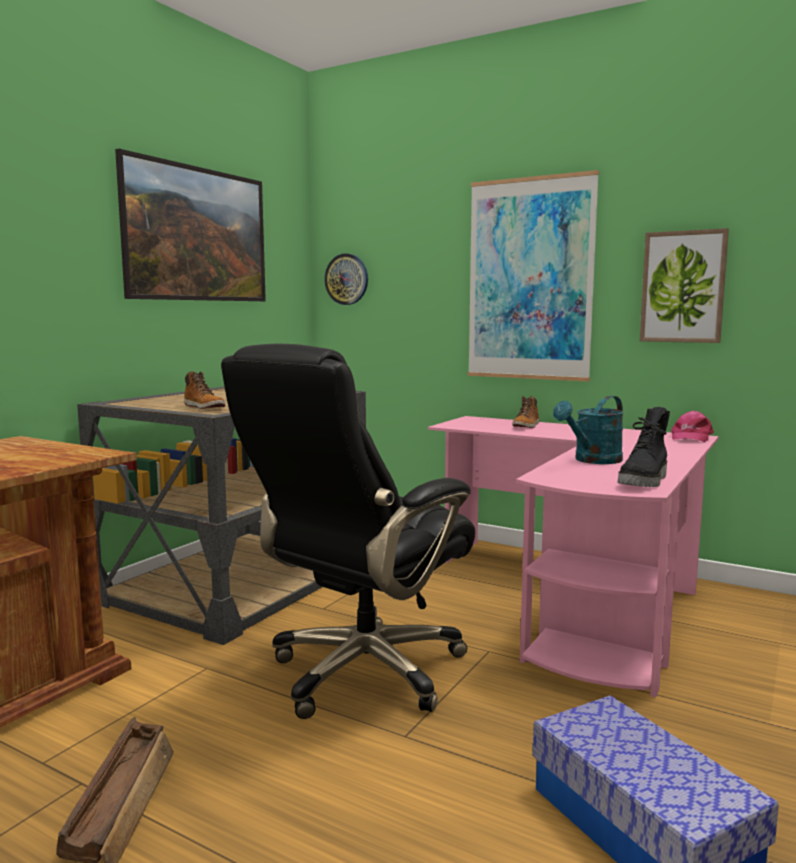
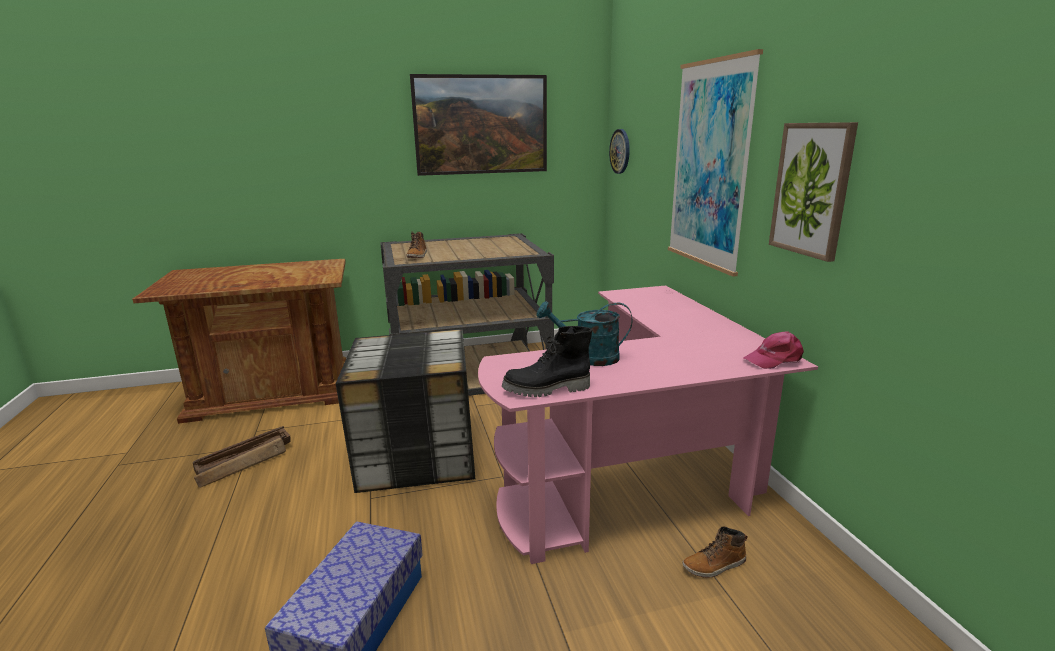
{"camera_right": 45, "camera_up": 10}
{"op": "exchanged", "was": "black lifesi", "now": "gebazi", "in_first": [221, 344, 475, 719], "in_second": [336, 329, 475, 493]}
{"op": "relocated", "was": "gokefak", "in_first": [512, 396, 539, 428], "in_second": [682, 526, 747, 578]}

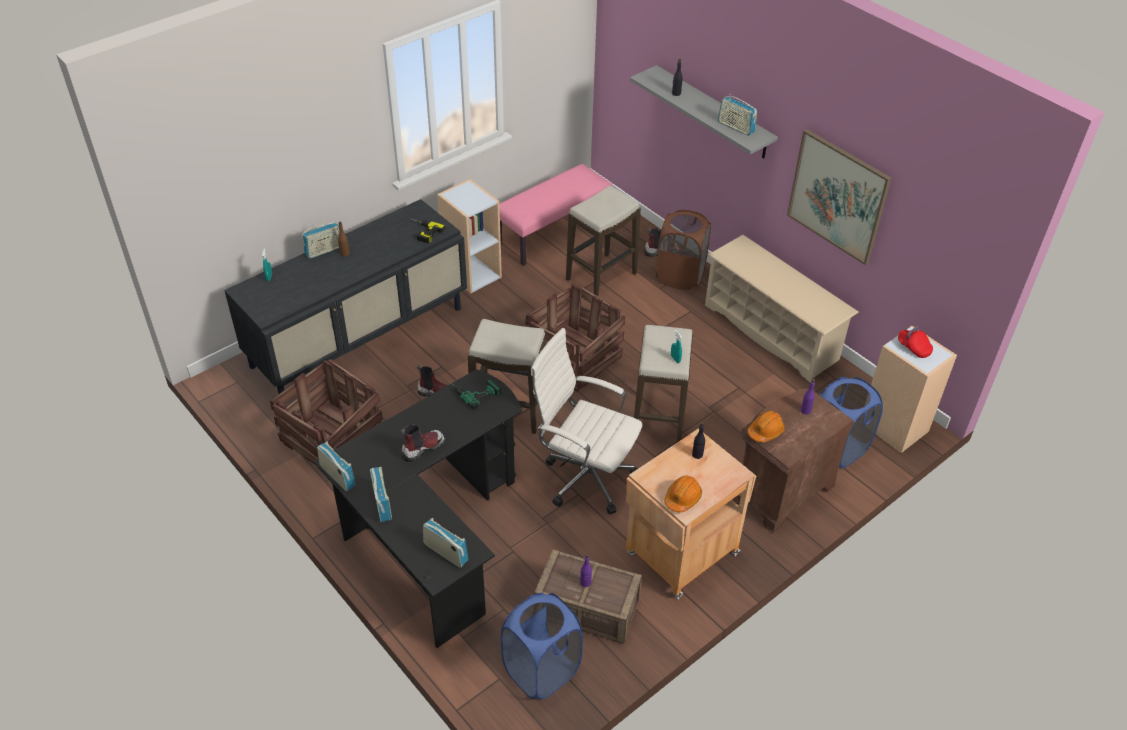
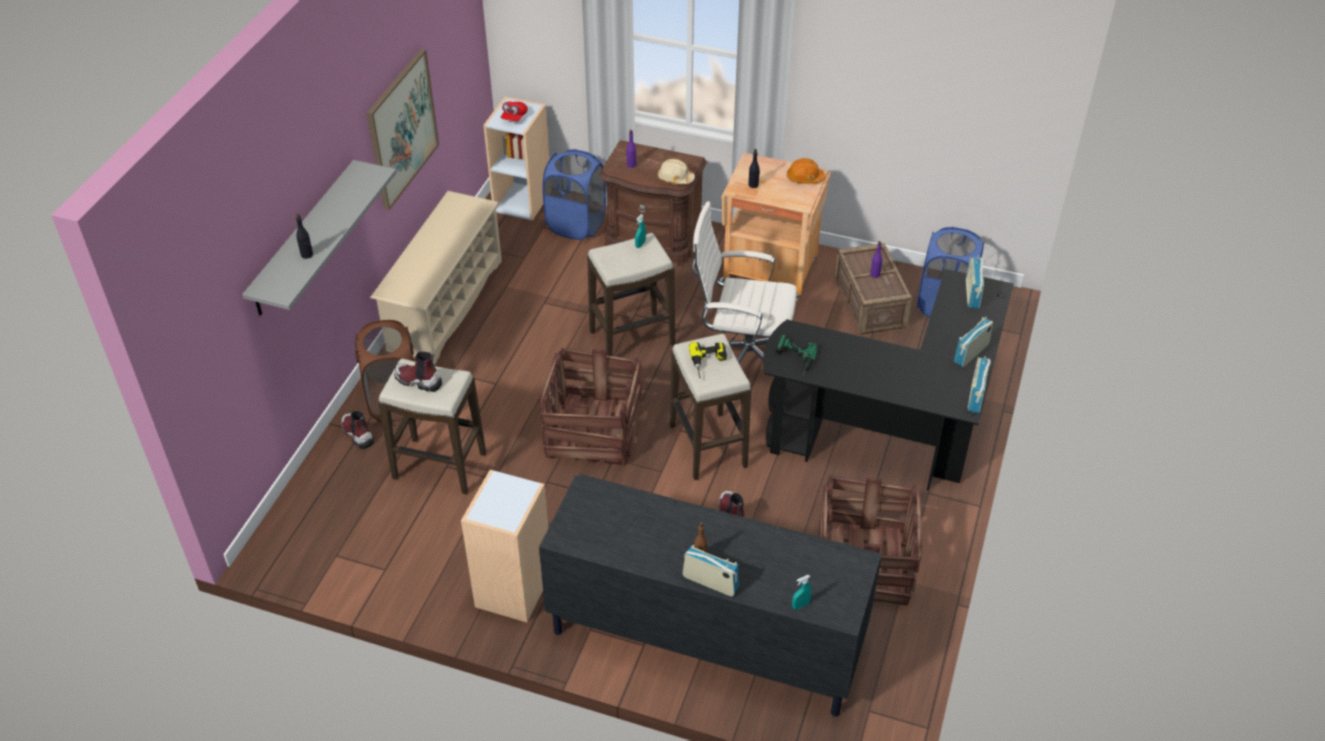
{"camera_right": -120, "camera_up": 0}
{"op": "relocated", "was": "gokefak", "in_first": [401, 424, 445, 462], "in_second": [394, 352, 442, 392]}
{"op": "relocated", "was": "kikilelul", "in_first": [411, 219, 446, 244], "in_second": [689, 342, 727, 378]}
{"op": "missing", "was": "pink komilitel", "in_first": [499, 164, 613, 266]}
{"op": "spun", "was": "white lifesi", "in_first": [531, 328, 642, 515], "in_second": [692, 201, 797, 364], "clockwise": 105}
{"op": "missing", "was": "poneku", "in_first": [718, 94, 757, 136]}
{"op": "colour", "was": "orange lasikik", "now": "beige lasikik", "in_first": [748, 411, 785, 442], "in_second": [658, 159, 695, 184]}

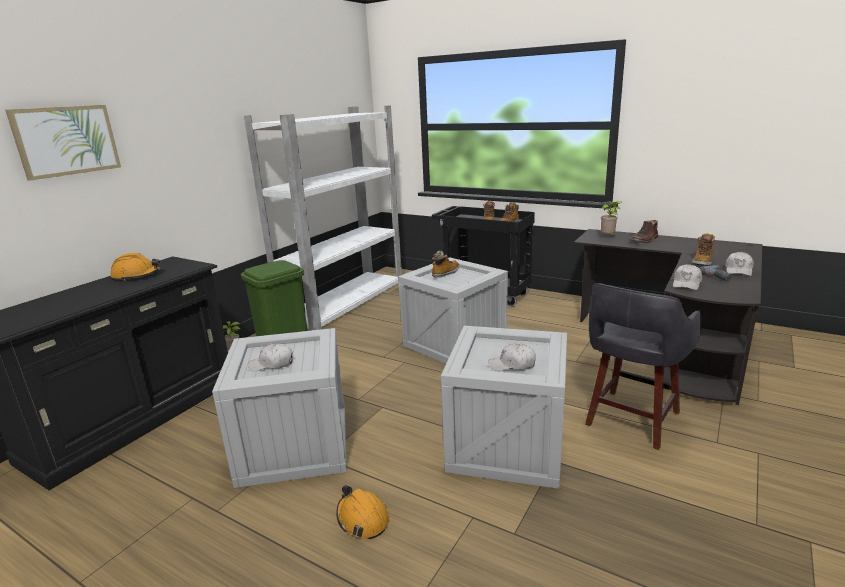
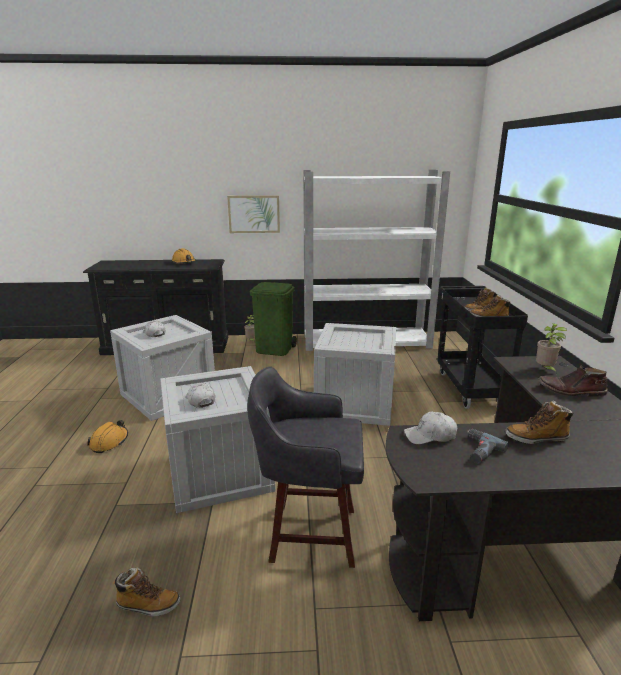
{"camera_right": 55, "camera_up": 0}
{"op": "relocated", "was": "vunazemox", "in_first": [5, 105, 121, 181], "in_second": [227, 195, 280, 233]}
{"op": "relocated", "was": "gokefak", "in_first": [432, 251, 459, 278], "in_second": [113, 568, 180, 616]}
{"op": "missing", "was": "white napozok", "in_first": [725, 252, 754, 276]}

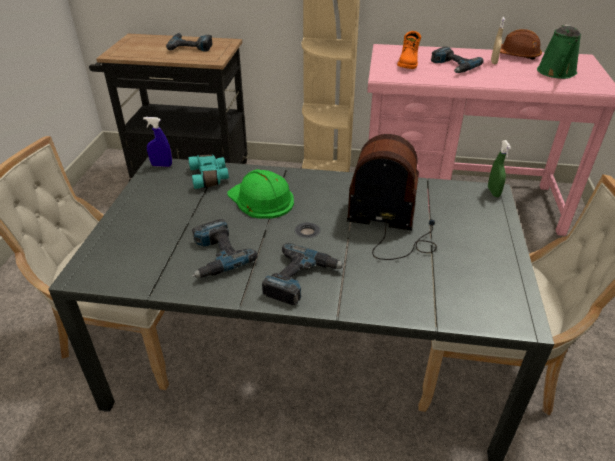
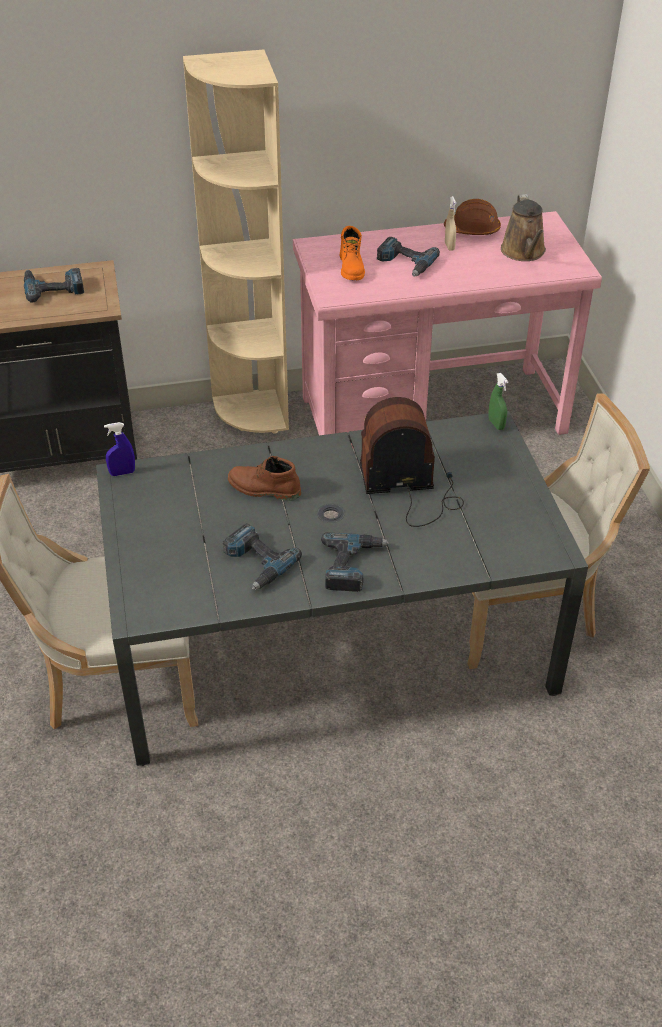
{"camera_right": -20, "camera_up": 5}
{"op": "missing", "was": "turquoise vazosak", "in_first": [188, 155, 229, 189]}
{"op": "exchanged", "was": "green lasikik", "now": "brown gokefak", "in_first": [227, 169, 294, 218], "in_second": [228, 456, 301, 501]}
{"op": "colour", "was": "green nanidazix", "now": "brown nanidazix", "in_first": [537, 25, 581, 79], "in_second": [501, 194, 546, 261]}

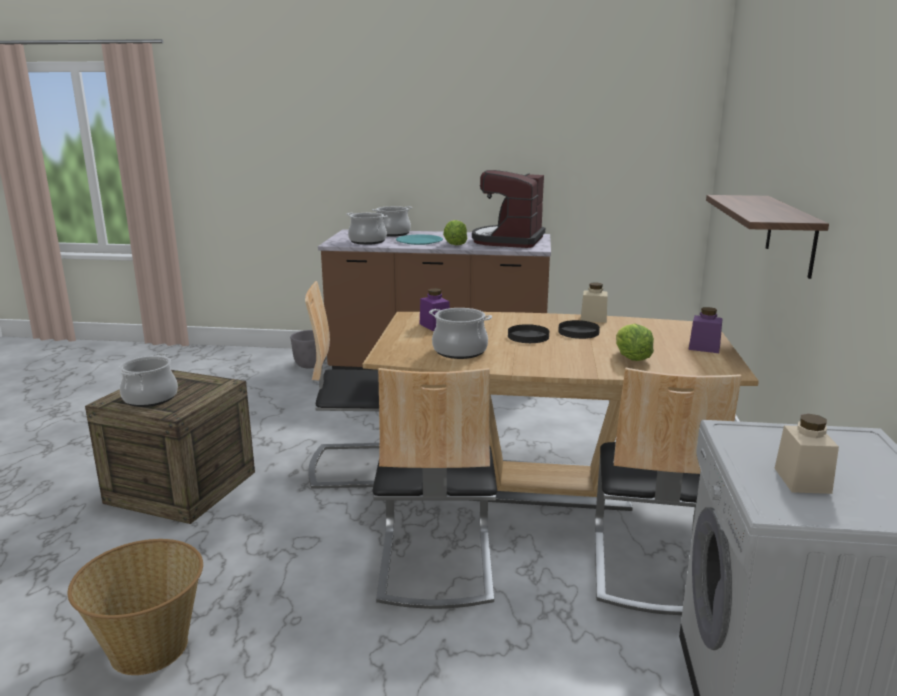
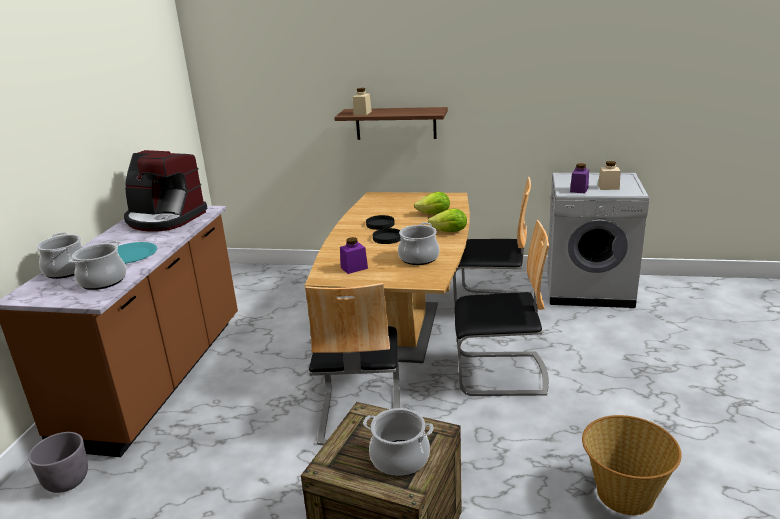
{"camera_right": -85, "camera_up": 5}
{"op": "relocated", "was": "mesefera", "in_first": [443, 220, 468, 245], "in_second": [428, 209, 467, 232]}
{"op": "relocated", "was": "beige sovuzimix", "in_first": [581, 282, 608, 323], "in_second": [353, 88, 372, 115]}
{"op": "relocated", "was": "purple sovuzimix", "in_first": [688, 307, 723, 353], "in_second": [570, 163, 589, 194]}

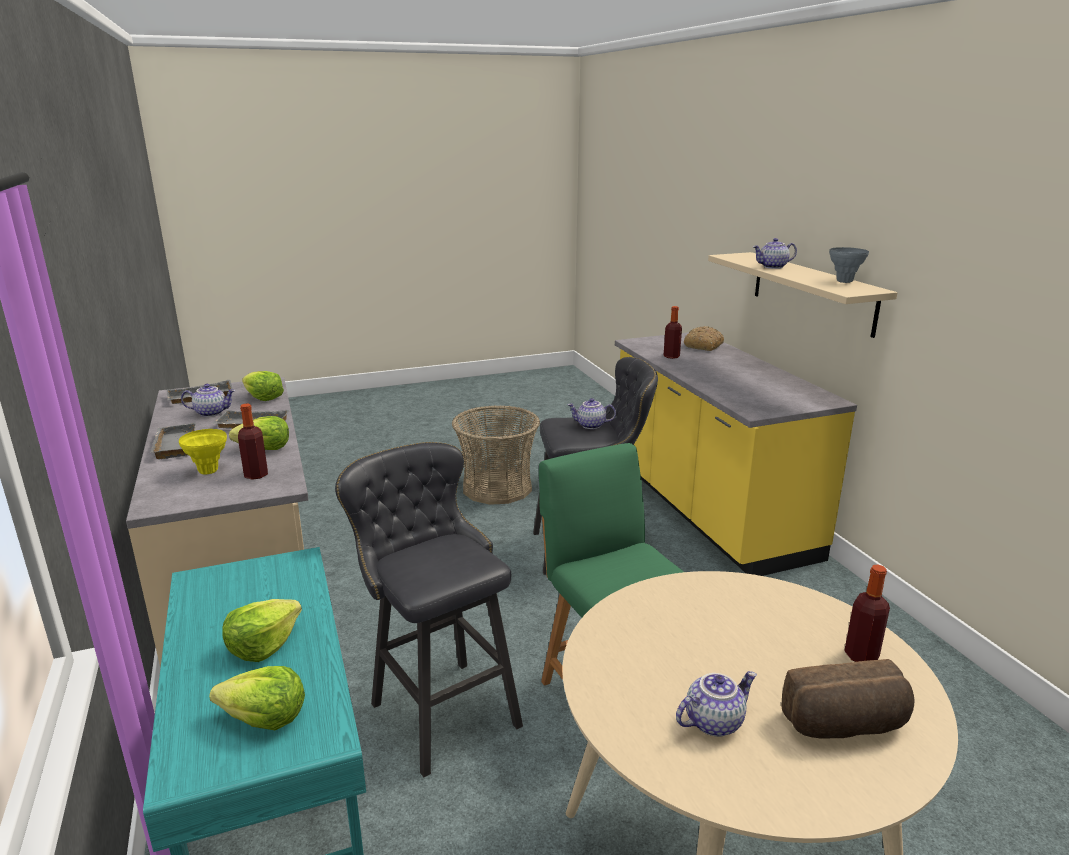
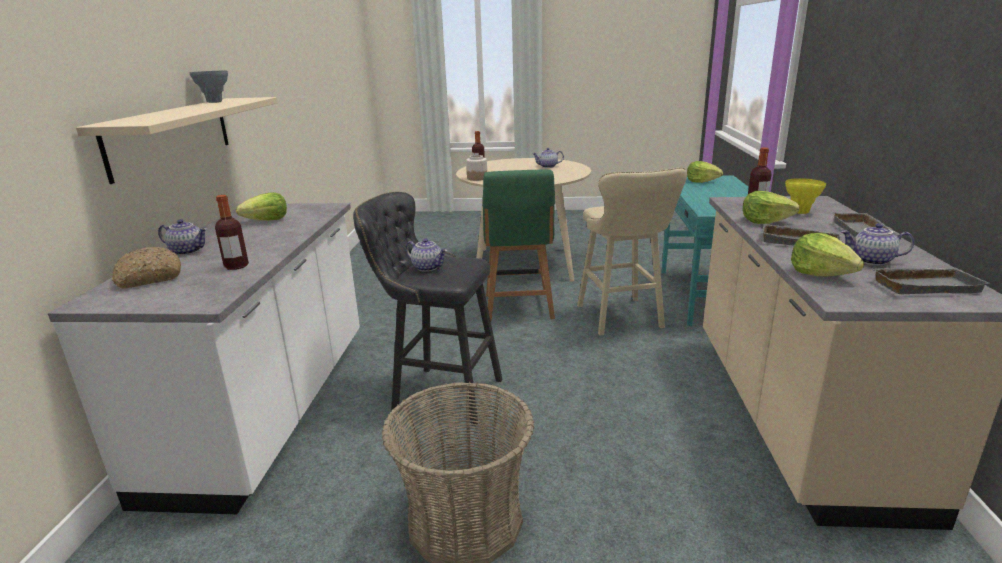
{"camera_right": -155, "camera_up": 0}
{"op": "relocated", "was": "mesefera", "in_first": [222, 599, 302, 662], "in_second": [236, 192, 287, 221]}
{"op": "colour", "was": "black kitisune", "now": "beige kitisune", "in_first": [335, 442, 523, 778], "in_second": [577, 168, 687, 335]}
{"op": "colour", "was": "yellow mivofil", "now": "white mivofil", "in_first": [615, 332, 857, 576], "in_second": [48, 203, 360, 514]}
{"op": "relocated", "was": "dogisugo", "in_first": [753, 238, 797, 269], "in_second": [158, 219, 207, 255]}
{"op": "missing", "was": "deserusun", "in_first": [781, 659, 915, 739]}
{"op": "appeared", "now": "sovuzimix", "in_second": [466, 155, 487, 181]}

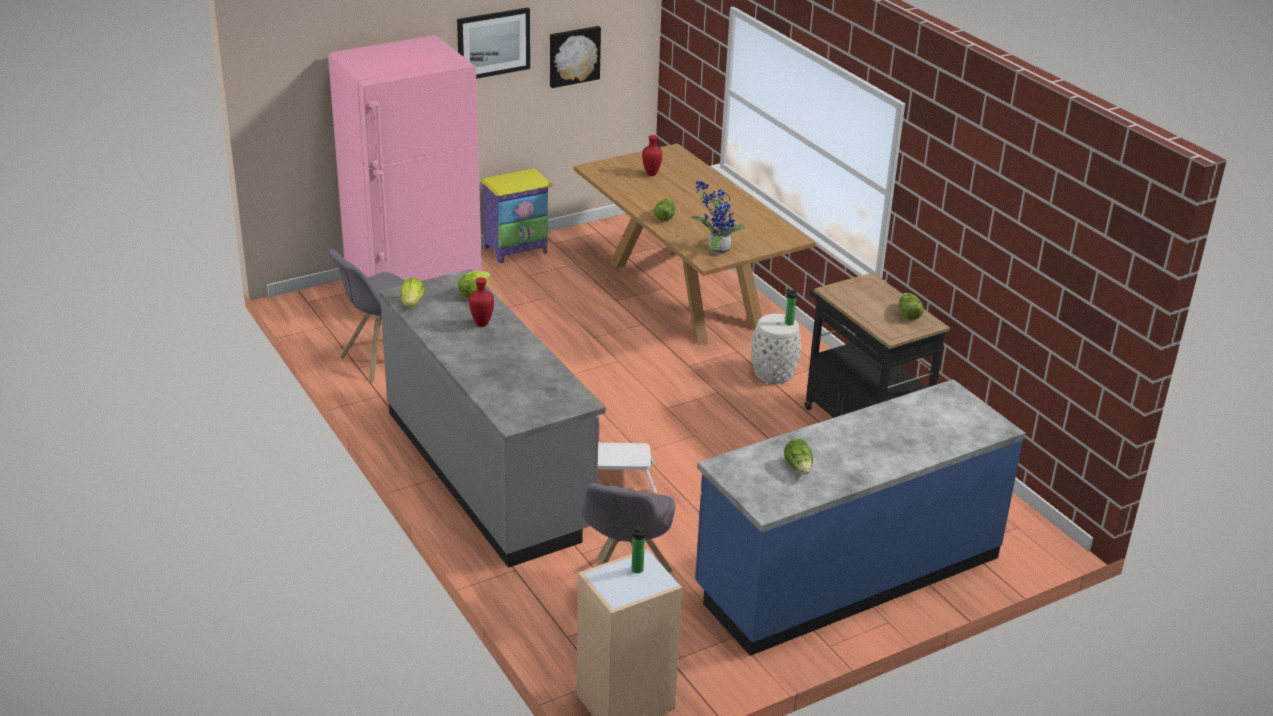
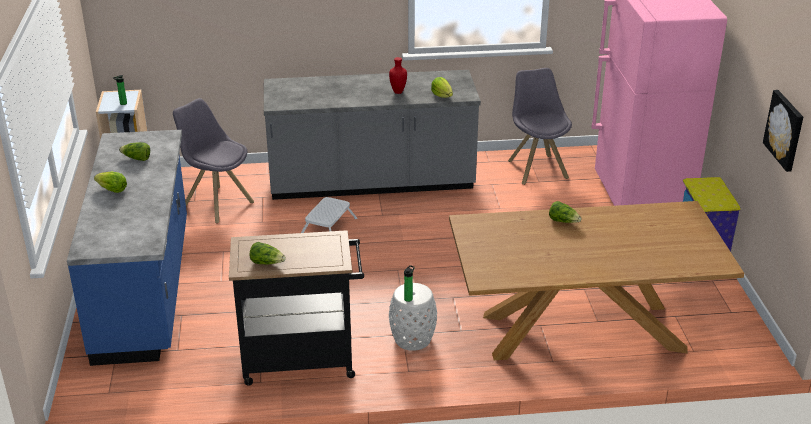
{"camera_right": 115, "camera_up": 0}
{"op": "relocated", "was": "mesefera", "in_first": [401, 277, 425, 307], "in_second": [94, 171, 127, 193]}
{"op": "missing", "was": "vunazemox", "in_first": [457, 8, 530, 79]}
{"op": "missing", "was": "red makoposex", "in_first": [642, 135, 662, 176]}
{"op": "missing", "was": "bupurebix", "in_first": [690, 181, 745, 254]}

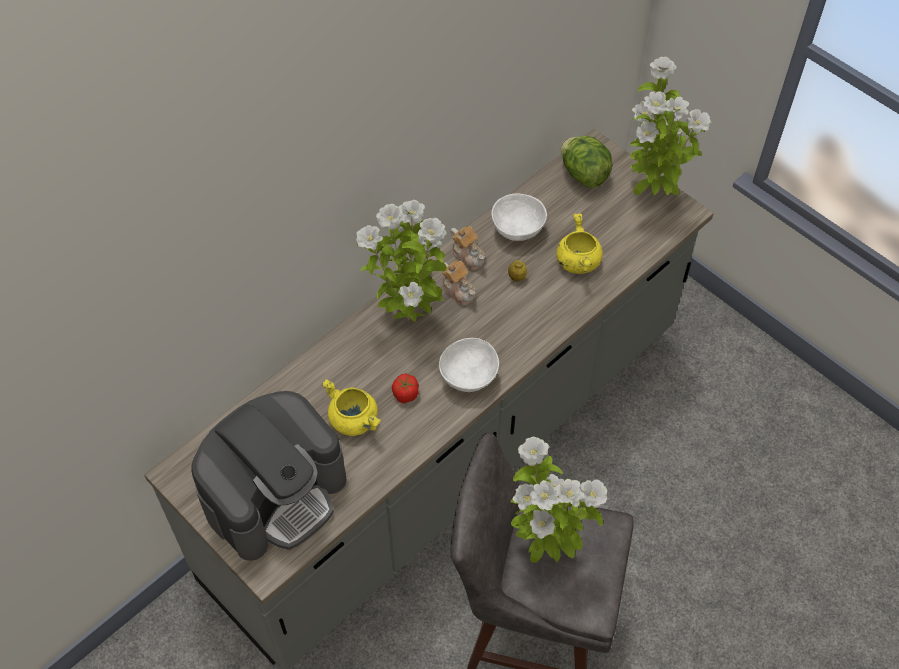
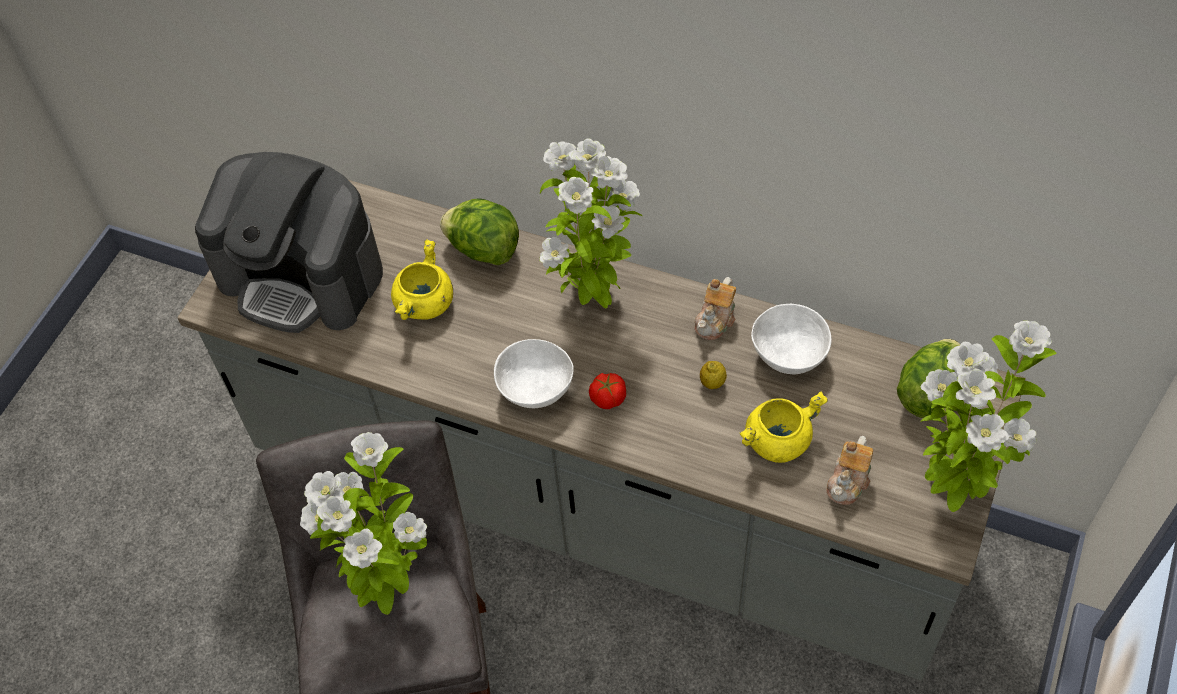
{"camera_right": 70, "camera_up": 0}
{"op": "relocated", "was": "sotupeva", "in_first": [392, 374, 419, 403], "in_second": [589, 373, 626, 409]}
{"op": "relocated", "was": "dogisugo", "in_first": [442, 261, 476, 306], "in_second": [827, 436, 873, 505]}
{"op": "appeared", "now": "mesefera", "in_second": [440, 198, 519, 266]}

